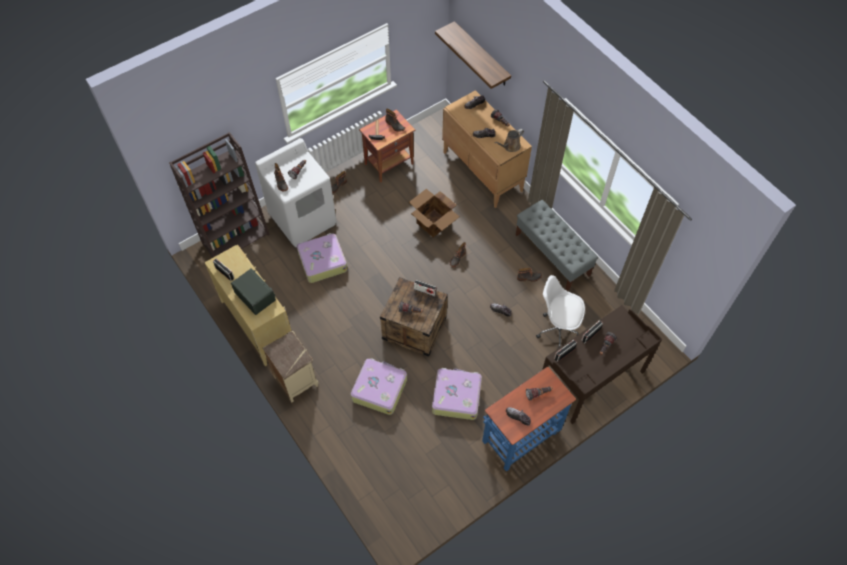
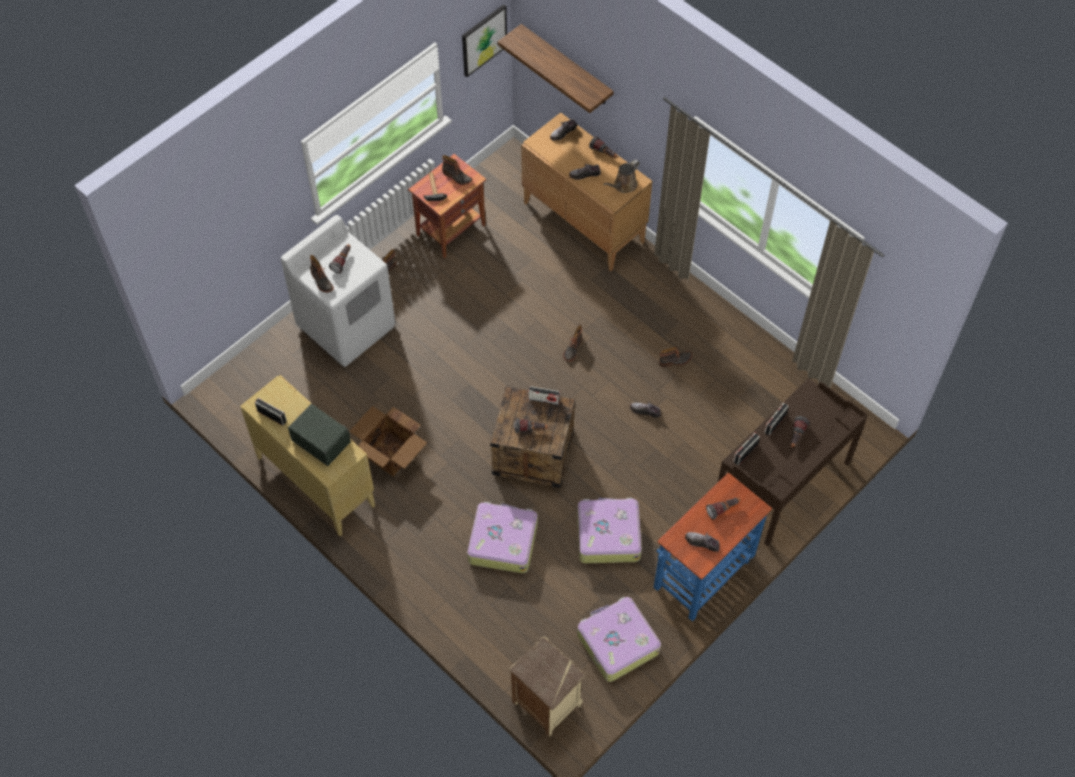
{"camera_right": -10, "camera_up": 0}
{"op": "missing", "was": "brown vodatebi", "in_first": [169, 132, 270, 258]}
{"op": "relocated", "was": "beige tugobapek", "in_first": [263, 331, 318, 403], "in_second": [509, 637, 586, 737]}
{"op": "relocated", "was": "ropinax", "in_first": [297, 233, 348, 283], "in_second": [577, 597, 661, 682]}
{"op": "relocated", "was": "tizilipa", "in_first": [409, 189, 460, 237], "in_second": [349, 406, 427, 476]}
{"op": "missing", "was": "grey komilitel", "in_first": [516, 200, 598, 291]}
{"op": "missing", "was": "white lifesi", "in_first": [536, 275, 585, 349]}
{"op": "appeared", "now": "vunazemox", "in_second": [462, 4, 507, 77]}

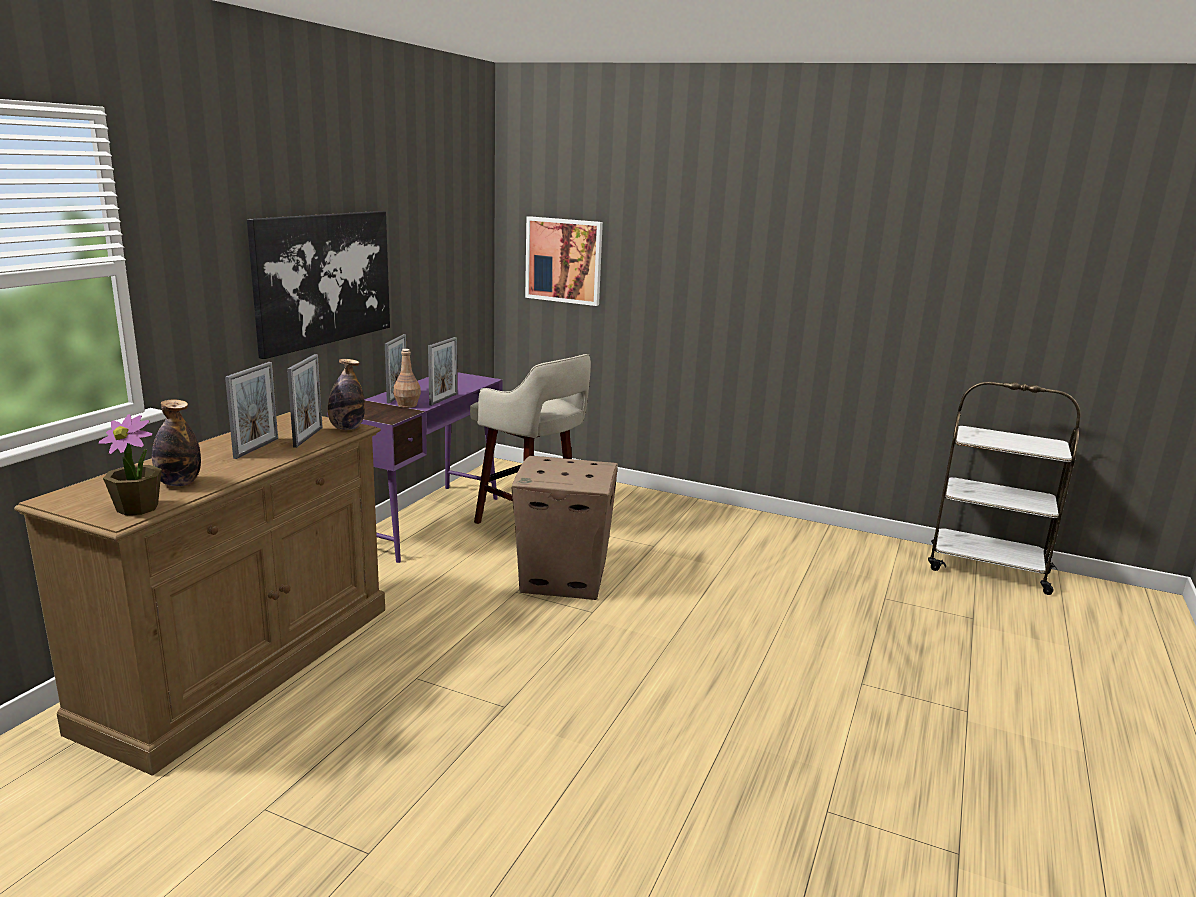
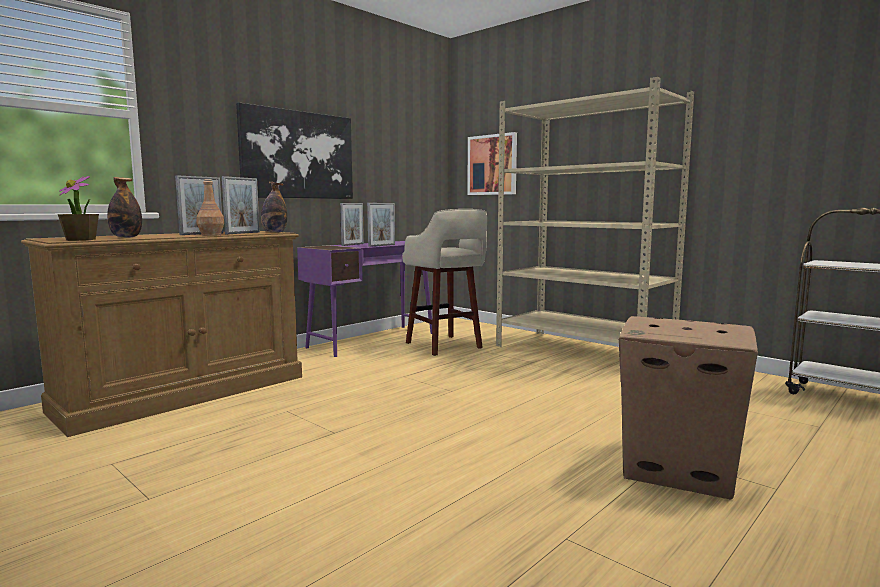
{"camera_right": 20, "camera_up": -10}
{"op": "relocated", "was": "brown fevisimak", "in_first": [393, 349, 421, 408], "in_second": [197, 179, 224, 236]}
{"op": "relocated", "was": "tizilipa", "in_first": [512, 455, 618, 600], "in_second": [619, 316, 758, 500]}
{"op": "appeared", "now": "beige vodatebi", "in_second": [496, 77, 694, 347]}

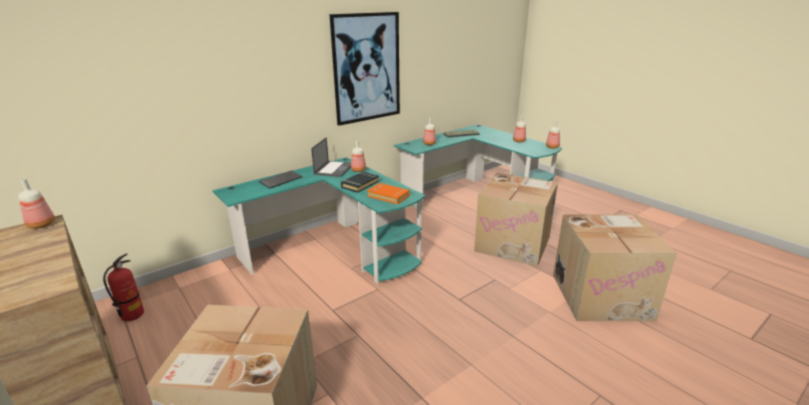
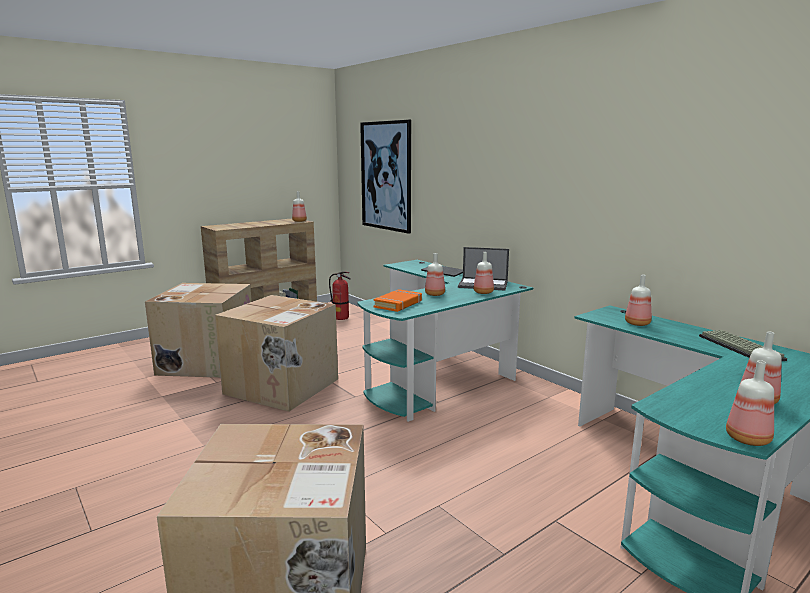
{"camera_right": 90, "camera_up": -10}
{"op": "relocated", "was": "vunazemox", "in_first": [329, 12, 400, 126], "in_second": [360, 120, 411, 234]}
{"op": "exchanged", "was": "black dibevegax", "now": "fevisimak", "in_first": [341, 172, 379, 193], "in_second": [425, 253, 445, 296]}
{"op": "relocated", "was": "tizilipa", "in_first": [474, 173, 558, 267], "in_second": [215, 295, 338, 412]}

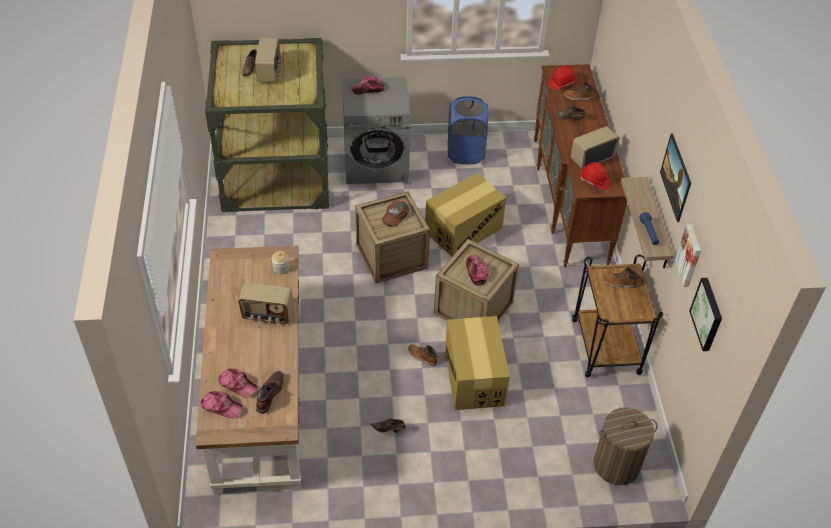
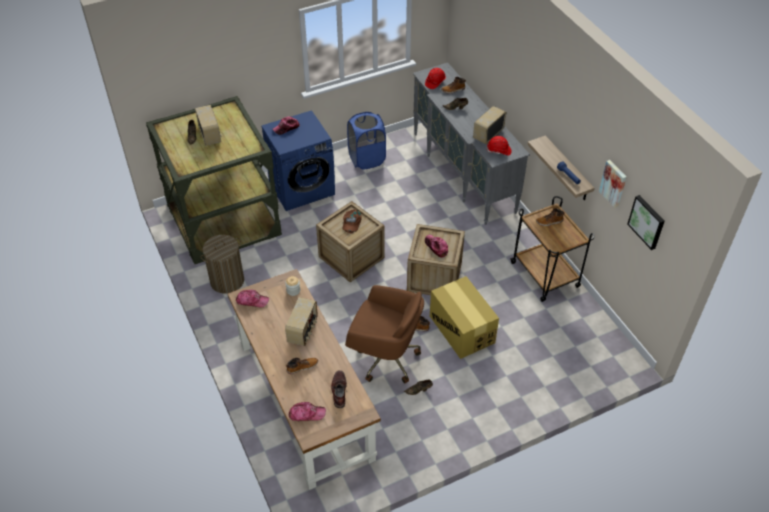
{"camera_right": -20, "camera_up": 0}
{"op": "relocated", "was": "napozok", "in_first": [218, 369, 258, 398], "in_second": [236, 290, 269, 307]}
{"op": "spun", "was": "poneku", "in_first": [238, 283, 293, 324], "in_second": [285, 297, 318, 346], "clockwise": -60}
{"op": "colour", "was": "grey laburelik", "now": "blue laburelik", "in_first": [342, 77, 410, 184], "in_second": [262, 110, 335, 211]}
{"op": "missing", "was": "tizilipa", "in_first": [425, 173, 506, 256]}
{"op": "colour", "was": "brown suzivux", "now": "grey suzivux", "in_first": [534, 64, 627, 267], "in_second": [413, 63, 530, 225]}
{"op": "relocated", "was": "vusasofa", "in_first": [594, 407, 658, 485], "in_second": [200, 235, 244, 293]}
{"op": "missing", "was": "vunazemox", "in_first": [660, 133, 691, 222]}
{"op": "appeared", "now": "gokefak", "in_second": [286, 358, 318, 374]}
{"op": "appeared", "now": "brown lifesi", "in_second": [345, 285, 424, 383]}

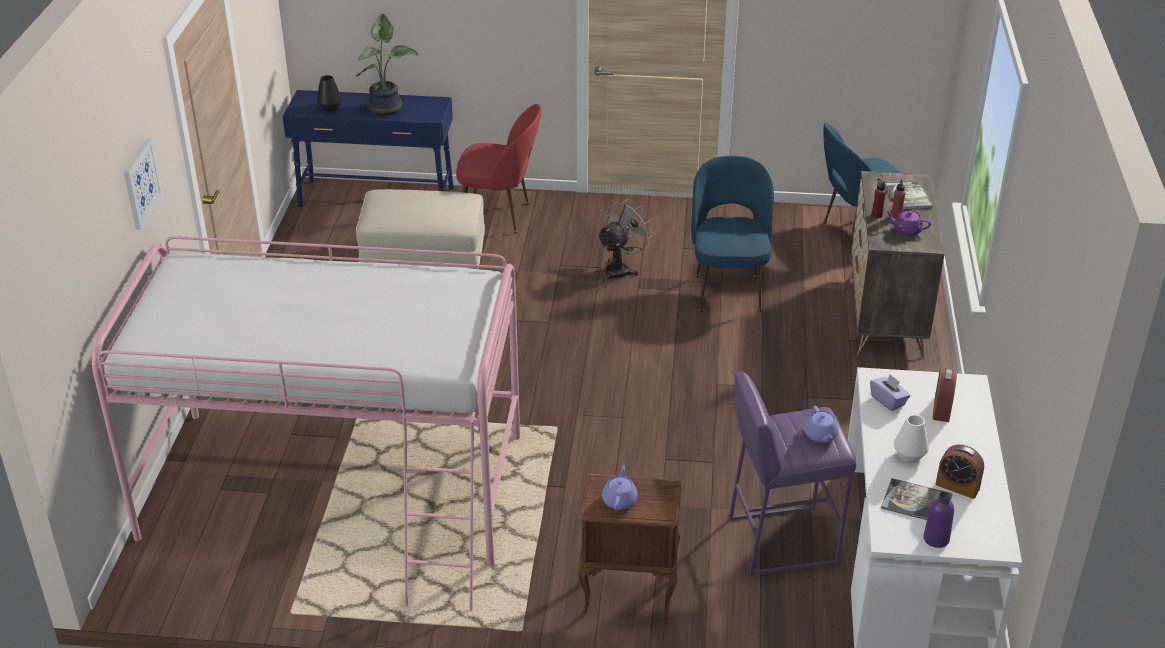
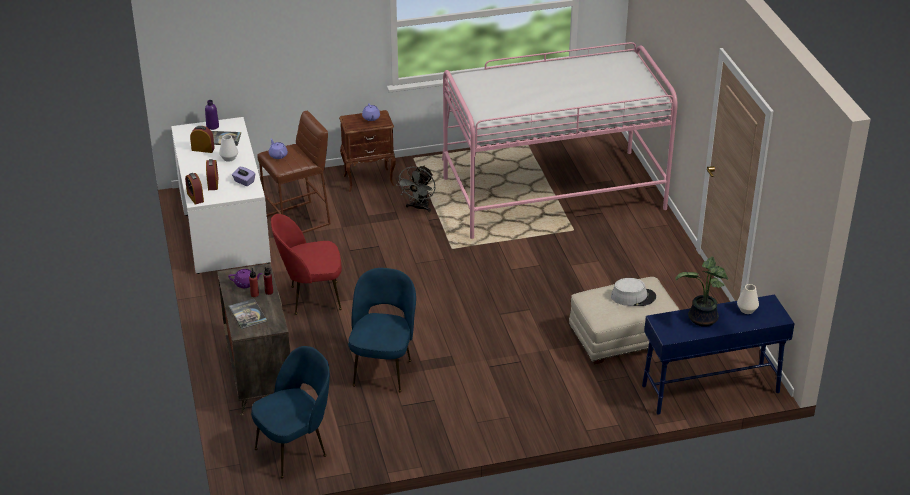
{"camera_right": 160, "camera_up": 0}
{"op": "missing", "was": "vunazemox", "in_first": [124, 138, 162, 230]}
{"op": "colour", "was": "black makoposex", "now": "white makoposex", "in_first": [316, 75, 342, 112], "in_second": [737, 284, 759, 314]}
{"op": "relocated", "was": "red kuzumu", "in_first": [456, 104, 542, 234], "in_second": [271, 214, 342, 315]}
{"op": "relocated", "was": "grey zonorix", "in_first": [597, 199, 655, 283], "in_second": [397, 165, 436, 212]}
{"op": "spun", "was": "blue kuzumu", "in_first": [691, 156, 774, 313], "in_second": [348, 268, 416, 393], "clockwise": -150}
{"op": "colour", "was": "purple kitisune", "now": "brown kitisune", "in_first": [729, 371, 856, 576], "in_second": [257, 111, 330, 233]}
{"op": "appeared", "now": "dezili", "in_second": [185, 173, 204, 205]}
{"op": "appeared", "now": "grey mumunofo", "in_second": [611, 278, 656, 306]}

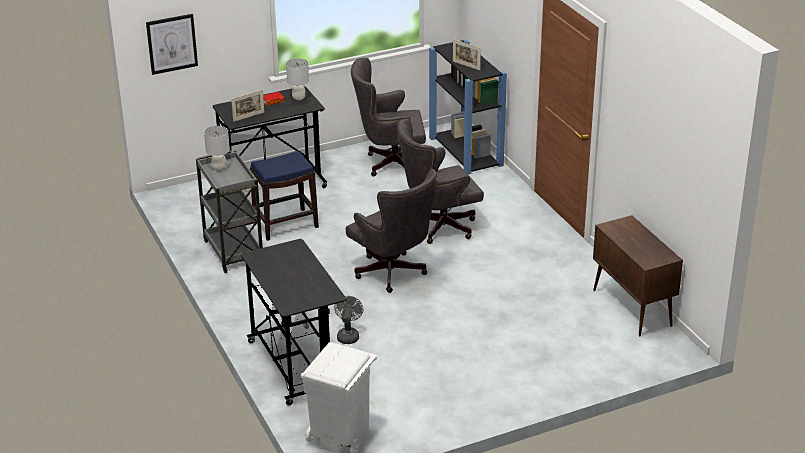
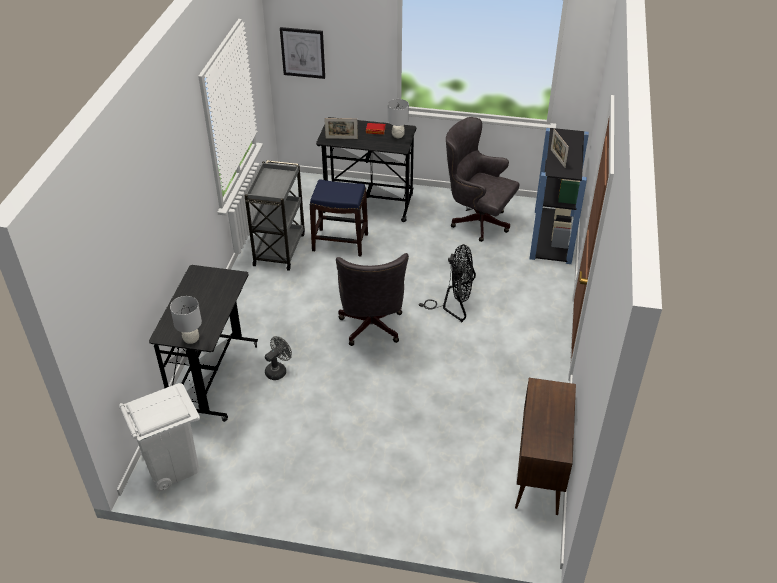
{"camera_right": 35, "camera_up": 10}
{"op": "relocated", "was": "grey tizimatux", "in_first": [204, 126, 230, 171], "in_second": [170, 296, 202, 344]}
{"op": "exchanged", "was": "grey lifesi", "now": "black zonorix", "in_first": [397, 119, 484, 244], "in_second": [418, 244, 476, 322]}

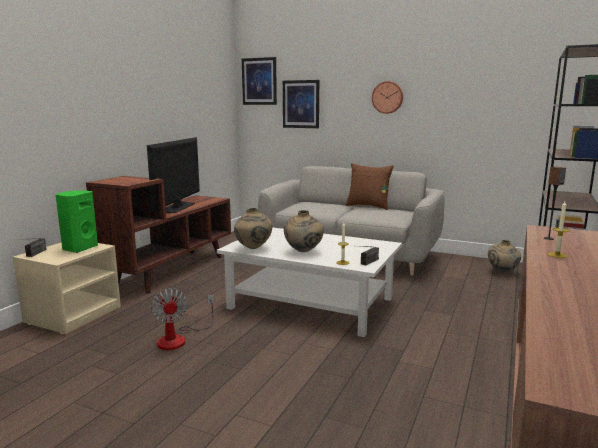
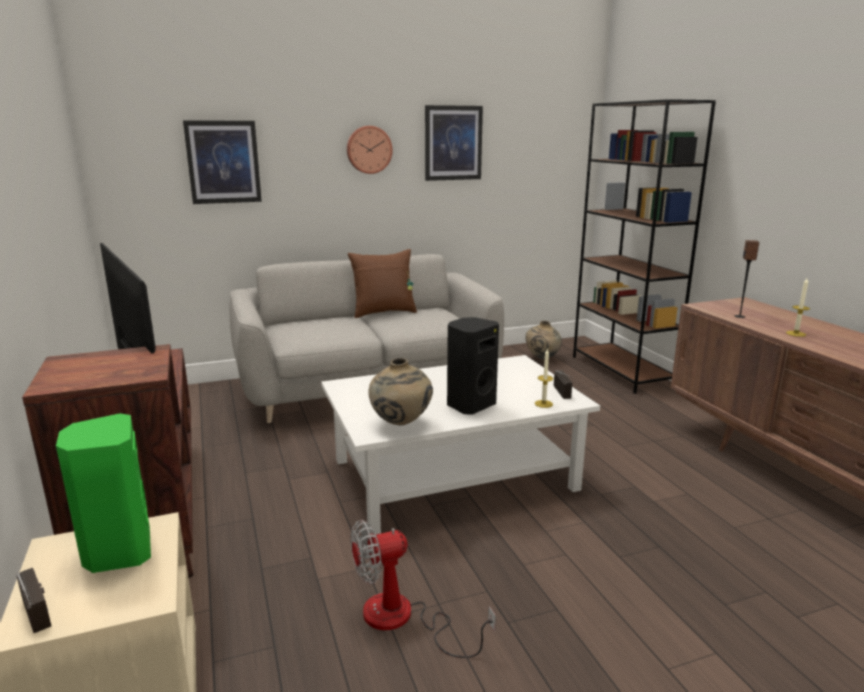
{"camera_right": -45, "camera_up": 5}
{"op": "spun", "was": "zonorix", "in_first": [151, 288, 214, 350], "in_second": [350, 520, 496, 658], "clockwise": 135}
{"op": "relocated", "was": "vunazemox", "in_first": [242, 57, 277, 105], "in_second": [425, 105, 483, 181]}
{"op": "exchanged", "was": "beige makoposex", "now": "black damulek", "in_first": [284, 210, 324, 252], "in_second": [447, 317, 499, 415]}

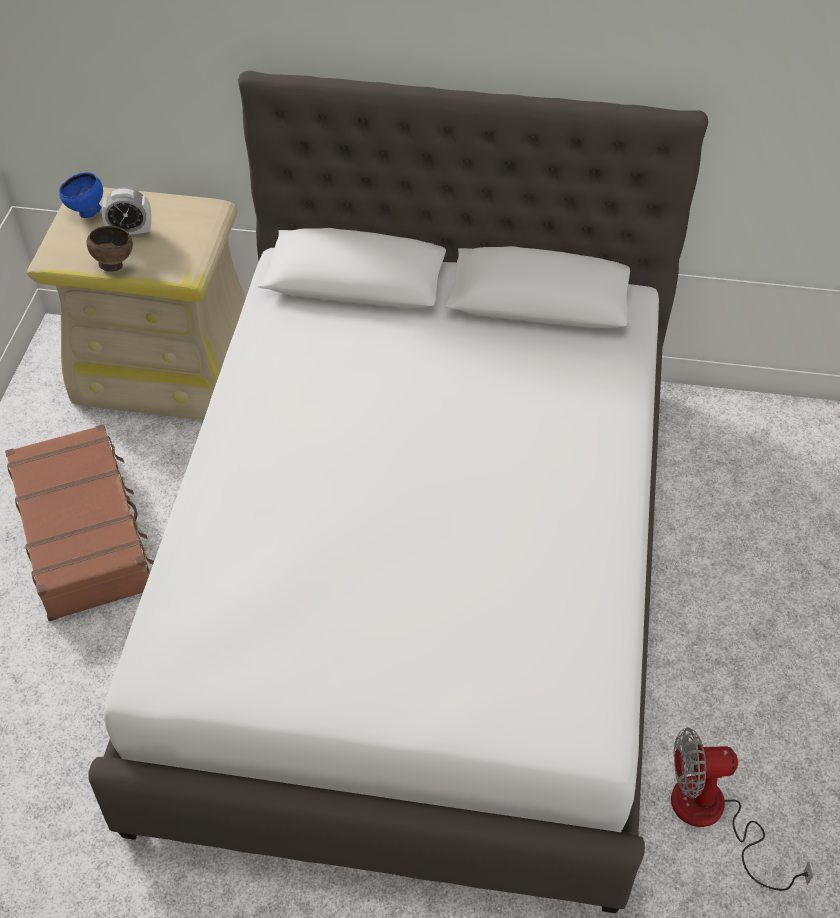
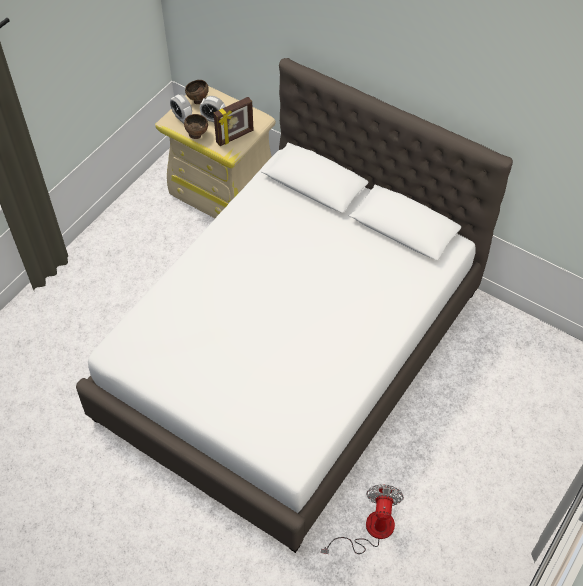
{"camera_right": 25, "camera_up": 5}
{"op": "missing", "was": "brown ropinax", "in_first": [5, 424, 154, 621]}
{"op": "colour", "was": "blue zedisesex", "now": "brown zedisesex", "in_first": [59, 172, 103, 218], "in_second": [185, 80, 209, 104]}
{"op": "spun", "was": "zonorix", "in_first": [671, 727, 813, 891], "in_second": [321, 484, 404, 554], "clockwise": 75}
{"op": "appeared", "now": "dezili", "in_second": [170, 94, 192, 124]}
{"op": "appeared", "now": "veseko", "in_second": [213, 97, 254, 146]}

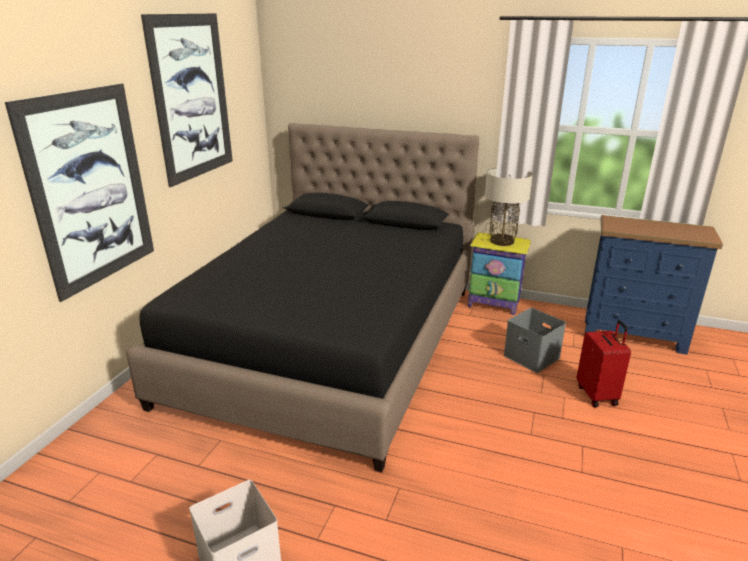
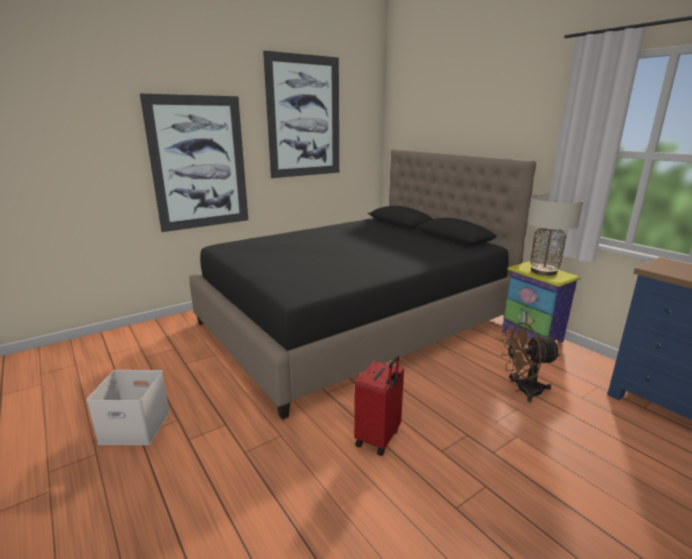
{"camera_right": 35, "camera_up": -5}
{"op": "exchanged", "was": "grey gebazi", "now": "brown zonorix", "in_first": [503, 308, 566, 373], "in_second": [500, 323, 561, 402]}
{"op": "relocated", "was": "red ropinax", "in_first": [577, 320, 631, 407], "in_second": [354, 355, 404, 456]}

